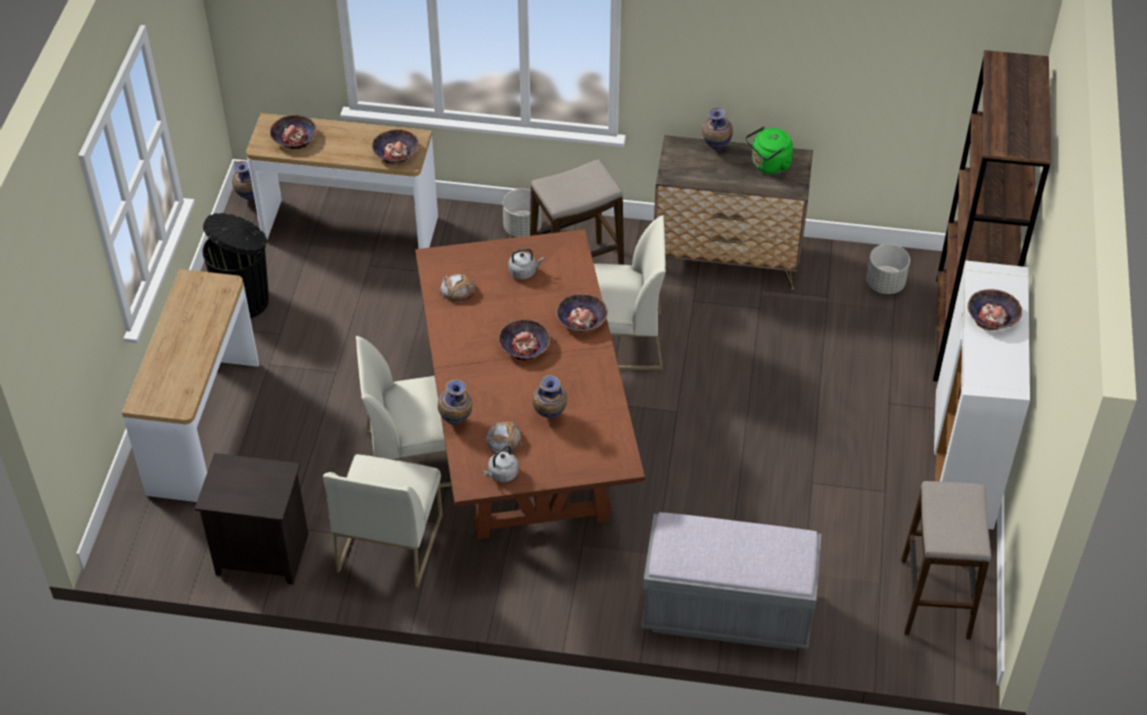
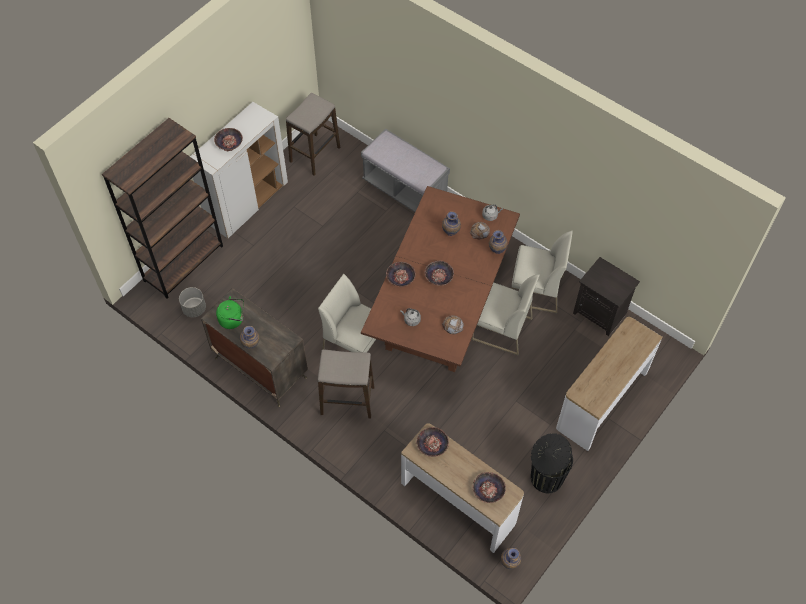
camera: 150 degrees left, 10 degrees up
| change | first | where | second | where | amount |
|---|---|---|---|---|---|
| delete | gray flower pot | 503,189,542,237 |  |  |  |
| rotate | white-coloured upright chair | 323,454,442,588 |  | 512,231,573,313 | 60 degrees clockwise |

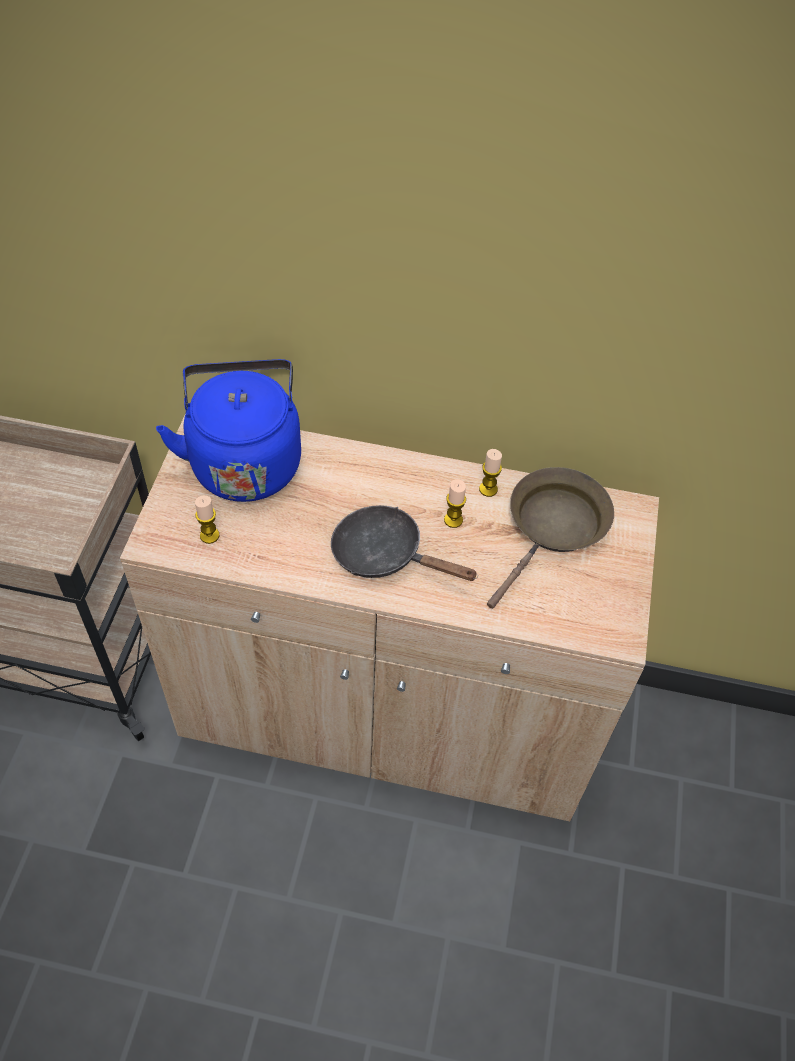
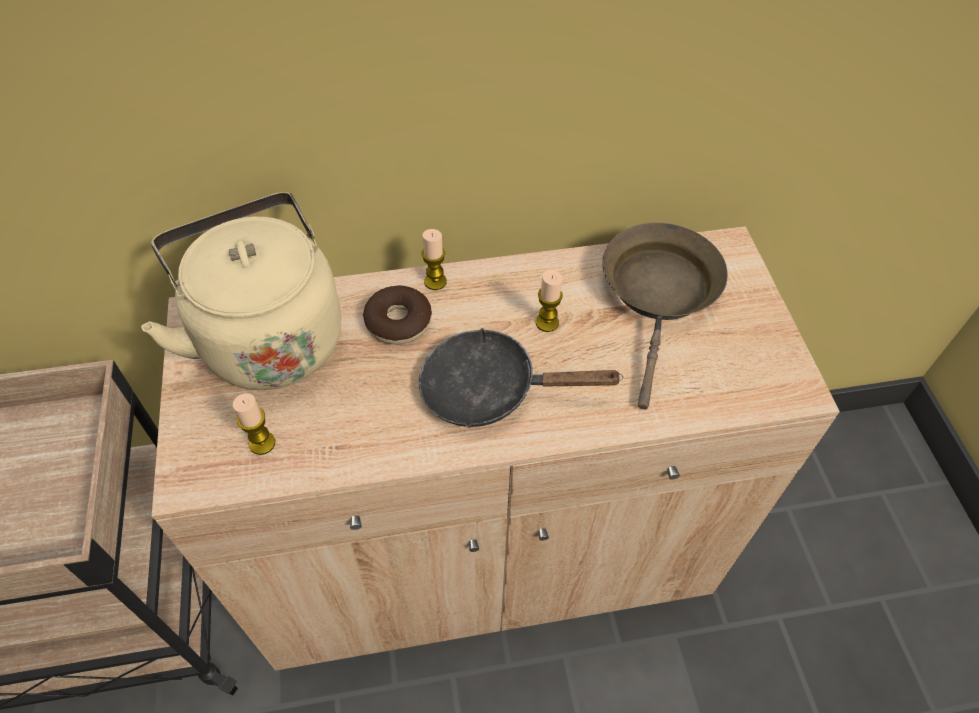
camera: 20 degrees left, 0 degrees up
| change | first | where | second | where | amount |
|---|---|---|---|---|---|
| insert |  |  | doughnut | 363,285,432,344 |  |
| move | wax light | 479,449,502,497 |  | 422,229,447,290 |  |
| recolor | blue water kettle | 156,359,301,502 | sand-coloured water kettle | 141,192,342,390 |  |

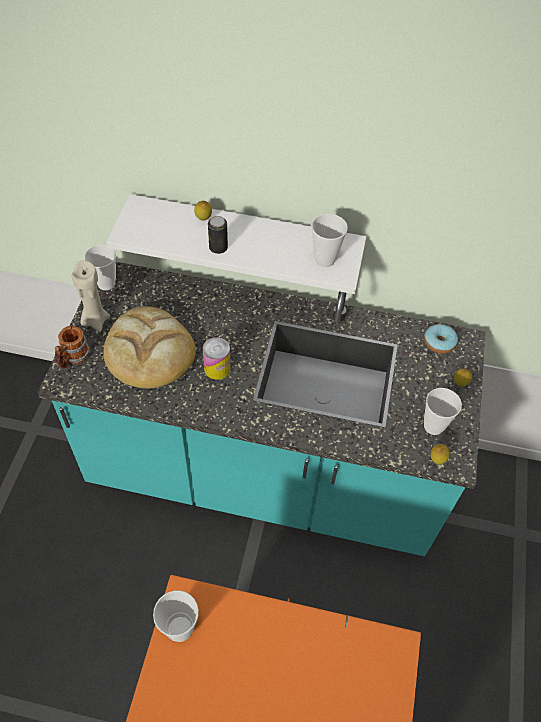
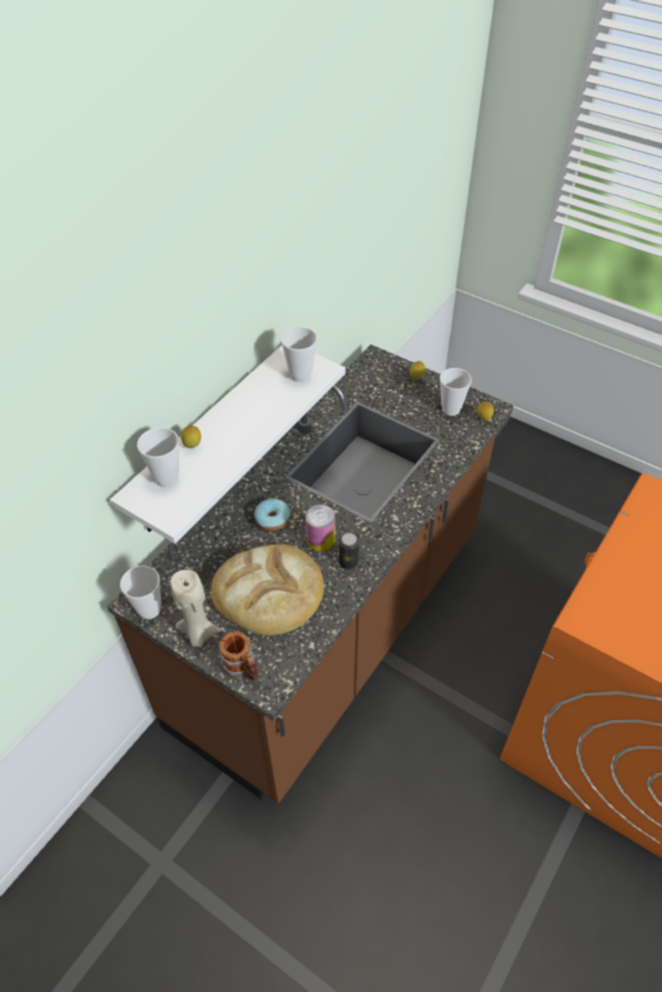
camera: 65 degrees left, 5 degrees down
| change | first | where | second | where | amount |
|---|---|---|---|---|---|
| move | small cup | 153,590,199,642 |  | 137,427,179,488 |  |
| move | sealed can | 208,216,228,254 |  | 339,533,359,569 |  |
| move | doughnut | 424,324,458,354 |  | 254,499,291,531 |  |
| recolor | blue-green counter | 37,262,485,556 | brown counter | 107,344,514,803 |  |

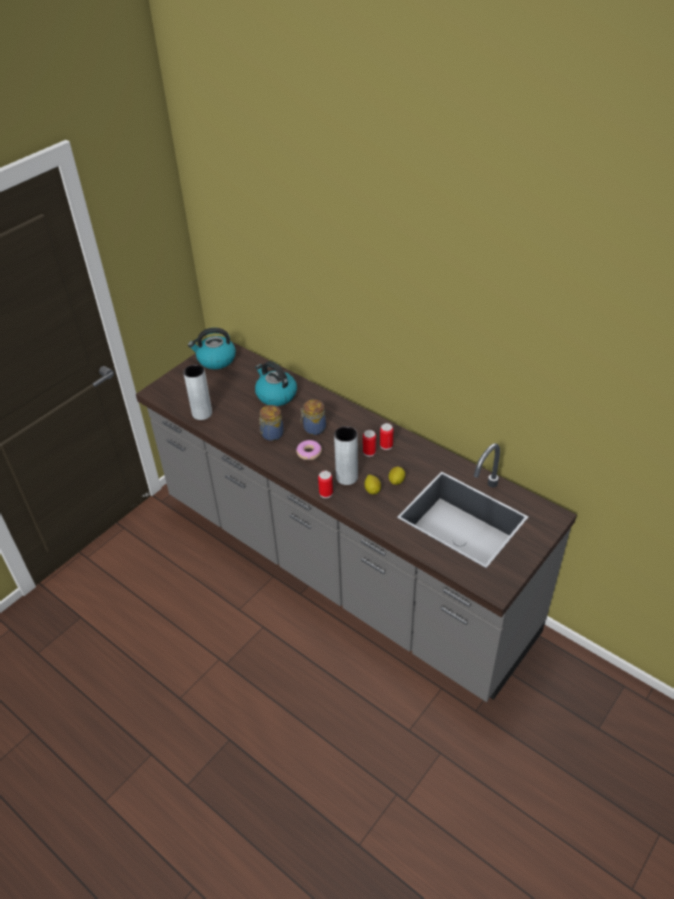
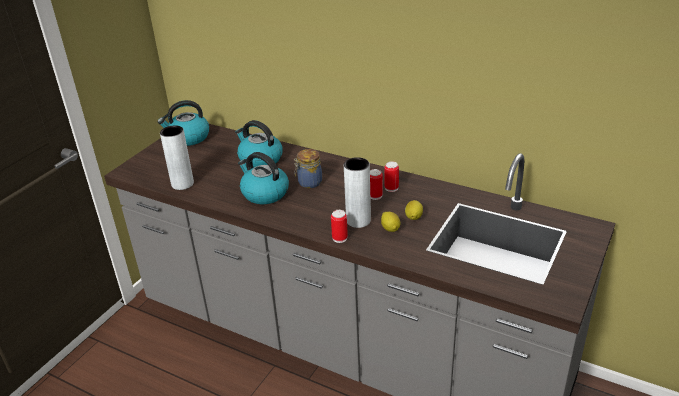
camera: 10 degrees left, 10 degrees down
| change | first | where | second | where | amount |
|---|---|---|---|---|---|
| delete | doughnut | 296,440,322,460 |  |  |  |
| replace | preserve jar | 259,405,284,441 | water kettle | 238,152,289,204 |  |

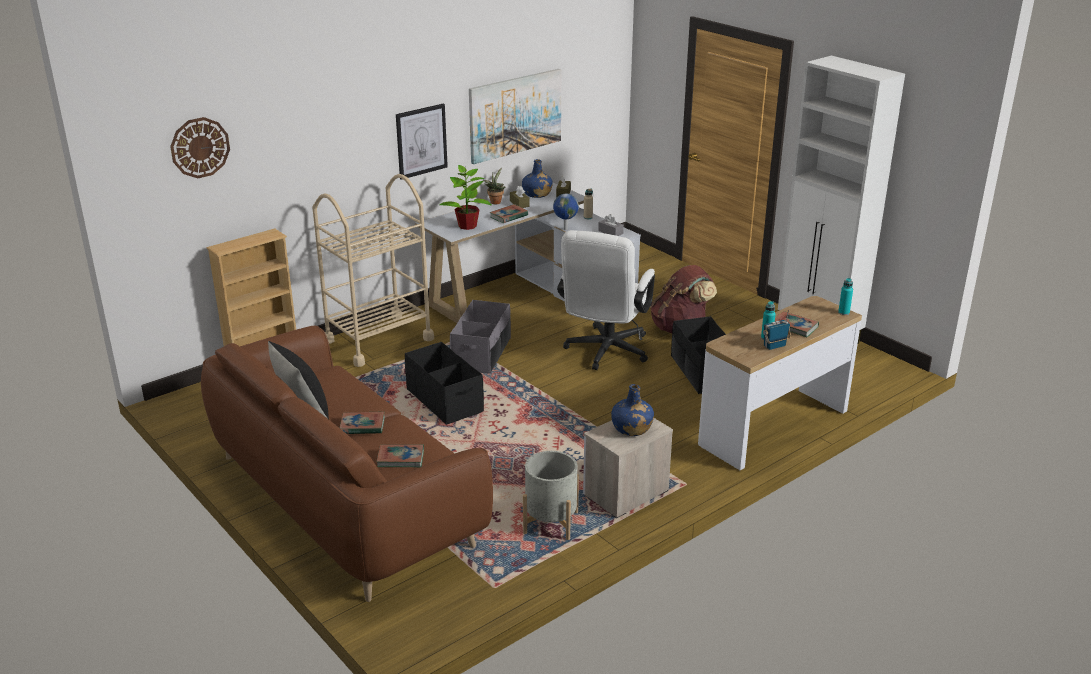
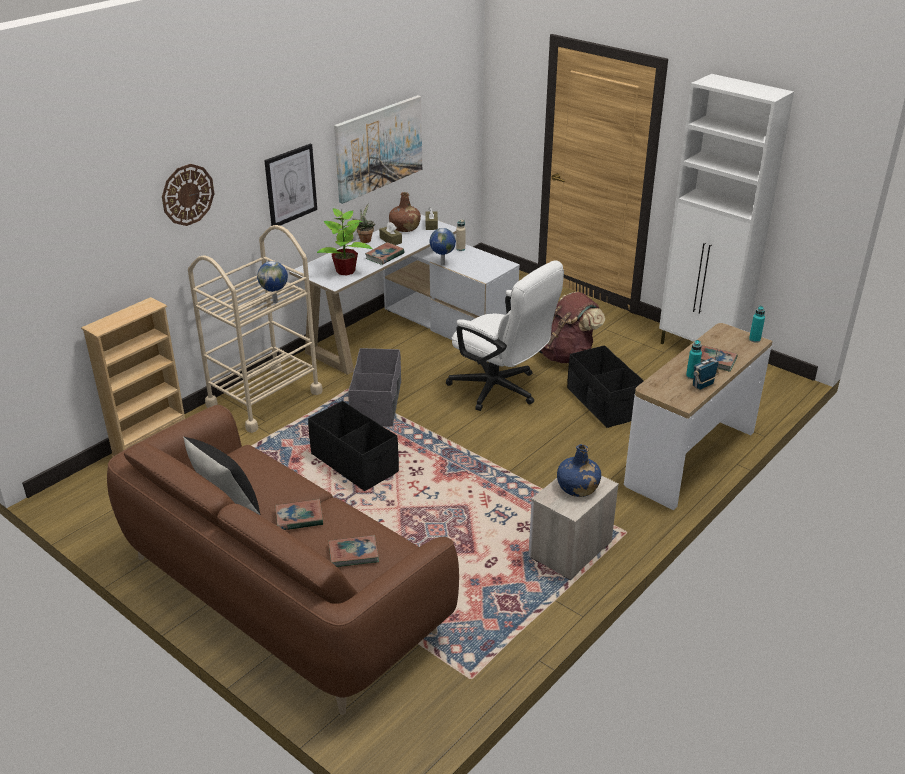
camera: 10 degrees left, 5 degrees up
| change | first | where | second | where | amount |
|---|---|---|---|---|---|
| delete | gray flower pot | 523,451,579,540 |  |  |  |
| delete | gray tissue holder | 598,214,624,236 |  |  |  |
| insert |  |  | world globe | 257,261,288,303 |  |
| move | hanging clock | 170,117,230,178 |  | 162,164,214,226 |  |
| recolor | blue beverage bottle | 522,159,553,198 | brown beverage bottle | 389,192,421,232 |  |
| rotate | white-coloured office chair | 557,230,655,370 |  | 446,260,564,411 | 60 degrees counterclockwise |

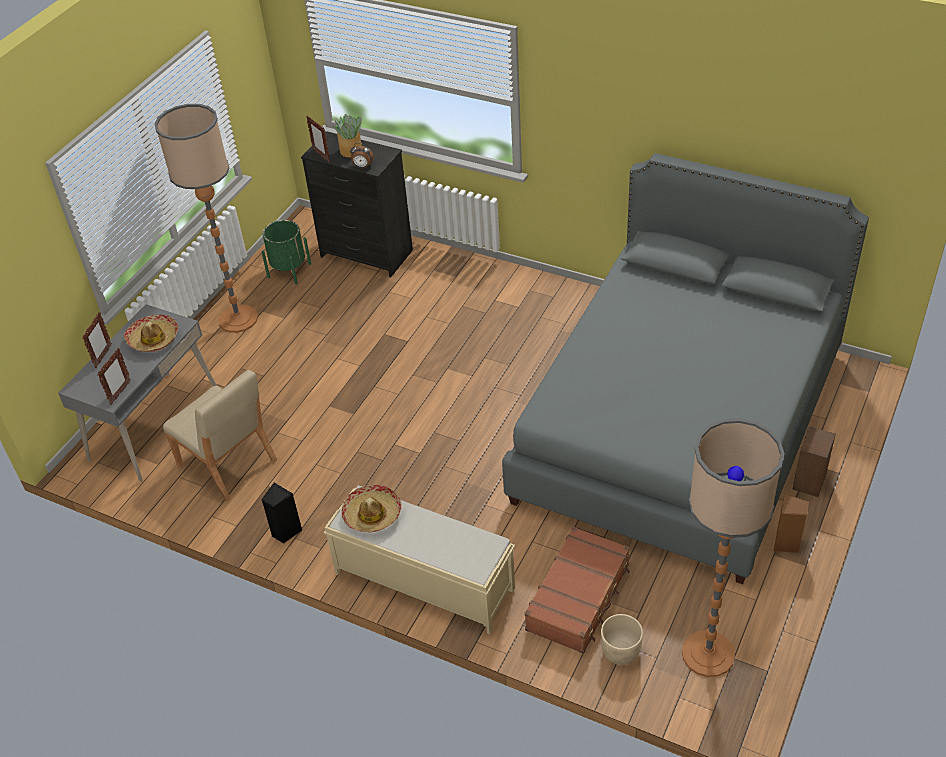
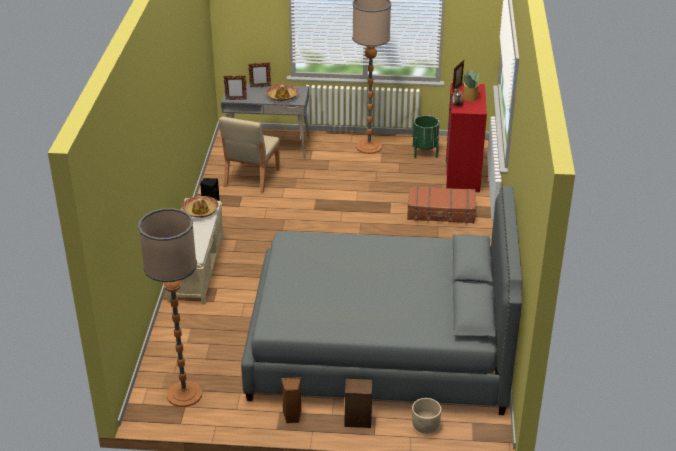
camera: 65 degrees right, 10 degrees down
| change | first | where | second | where | amount |
|---|---|---|---|---|---|
| move | brown travel case | 524,526,630,654 |  | 407,186,476,223 |  |
| move | sand-coloured flower pot | 601,614,643,665 |  | 412,398,441,434 |  |
| recolor | black-coloured chest of drawers | 301,131,413,277 | reddish chest of drawers | 446,83,487,192 |  |

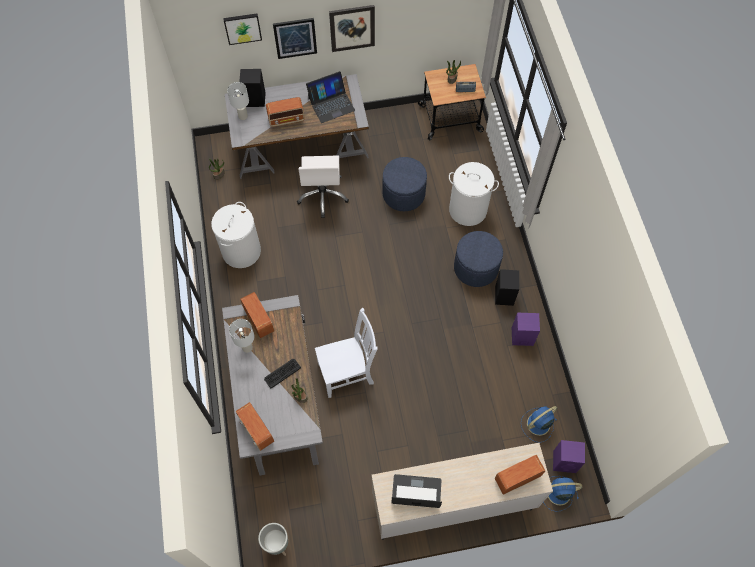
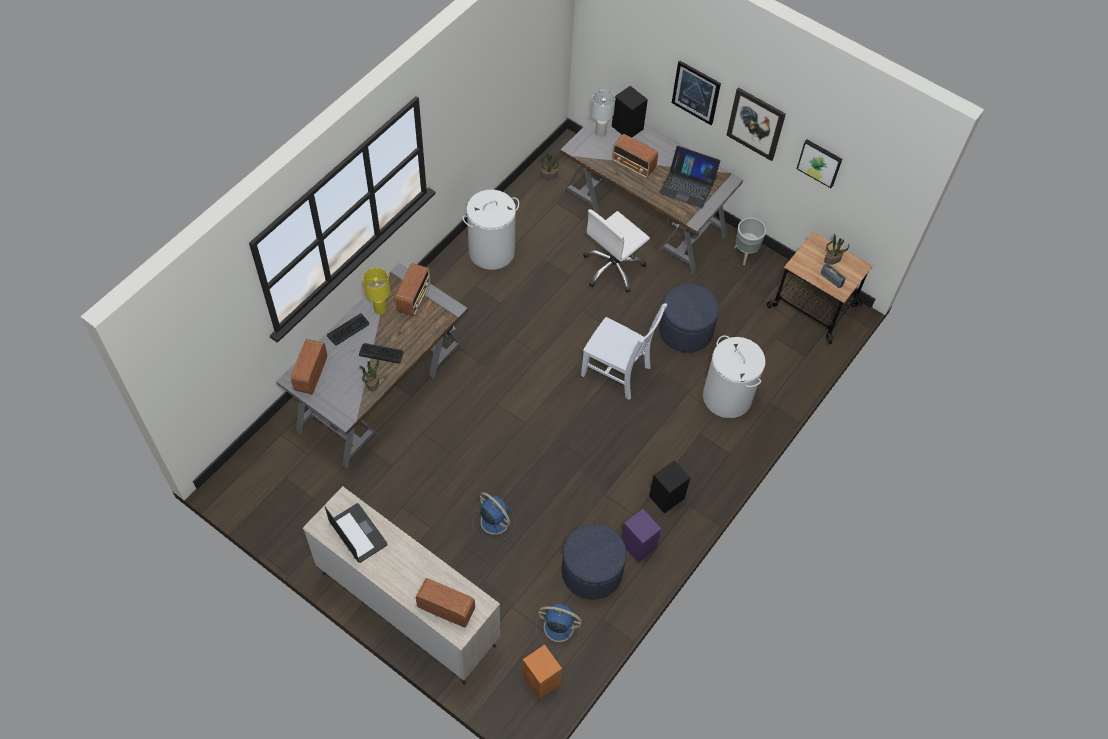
camera: 45 degrees right, 5 degrees down
| change | first | where | second | where | amount |
|---|---|---|---|---|---|
| insert |  |  | PC keyboard | 327,313,369,345 |  |
| move | wall picture | 223,14,262,45 |  | 796,140,842,188 |  |
| move | gray flower pot | 258,523,288,556 |  | 734,218,766,265 |  |
| move | white-coloured upright chair | 315,308,378,398 |  | 581,303,667,400 |  |
| move | blue pouffe | 454,231,503,287 |  | 561,524,626,600 |  |
| move | blue electric fan | 543,476,582,512 |  | 472,492,516,541 |  |
| recolor | white-coloured tabletop lamp | 229,319,254,353 | yellow tabletop lamp | 363,268,390,315 |  |
| recolor | purple loudspeaker | 553,440,585,473 | orangey loudspeaker | 522,644,562,699 |  |

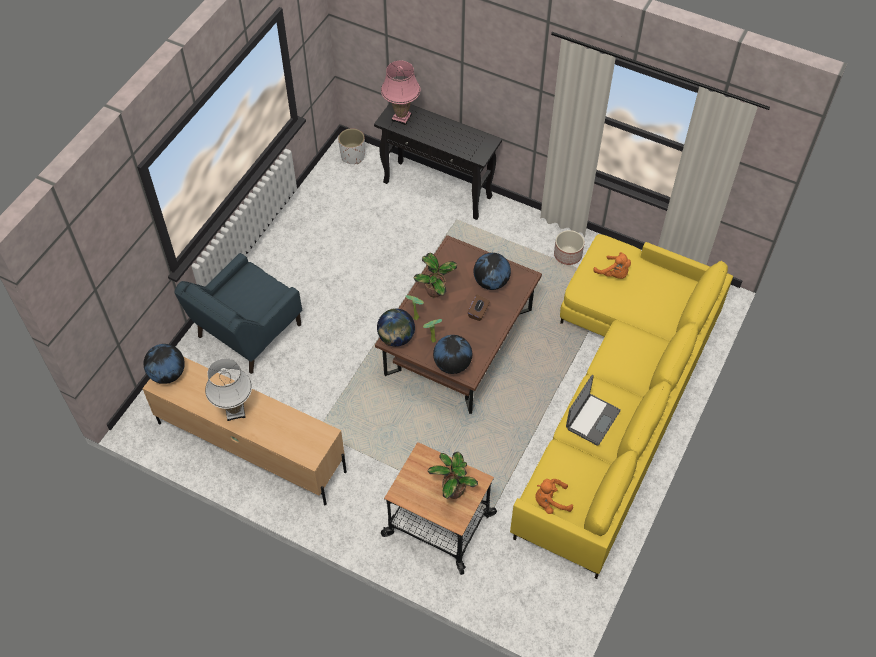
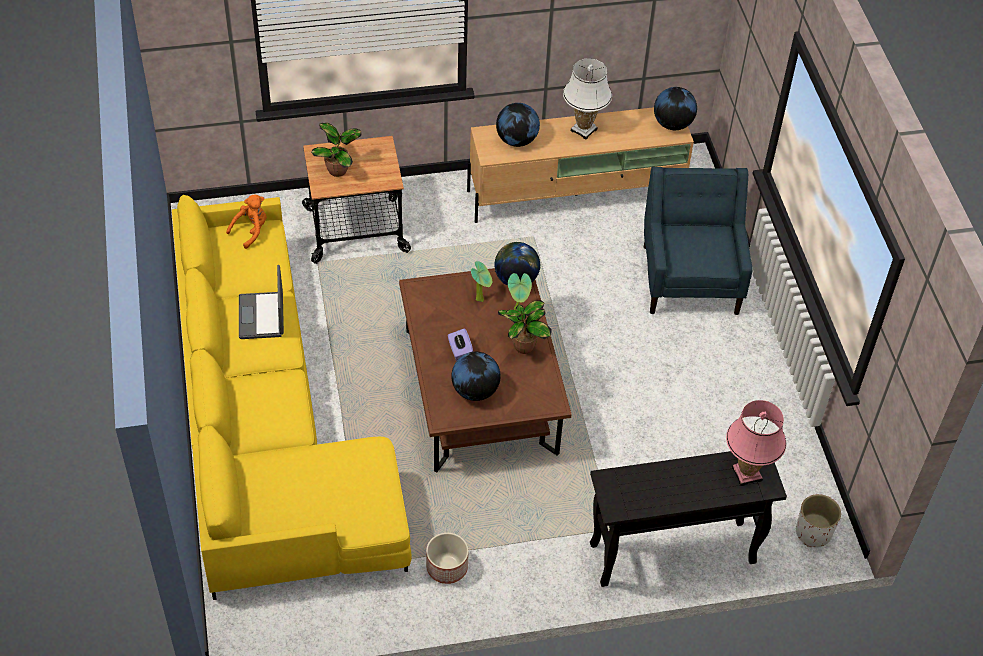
camera: 140 degrees right, 5 degrees down
| change | first | where | second | where | amount |
|---|---|---|---|---|---|
| delete | orangey plush toy | 593,252,631,279 |  |  |  |
| move | world globe | 433,335,472,374 |  | 496,103,540,147 |  |
| recolor | brown tissue holder | 468,295,490,321 | purple tissue holder | 448,328,473,361 |  |

